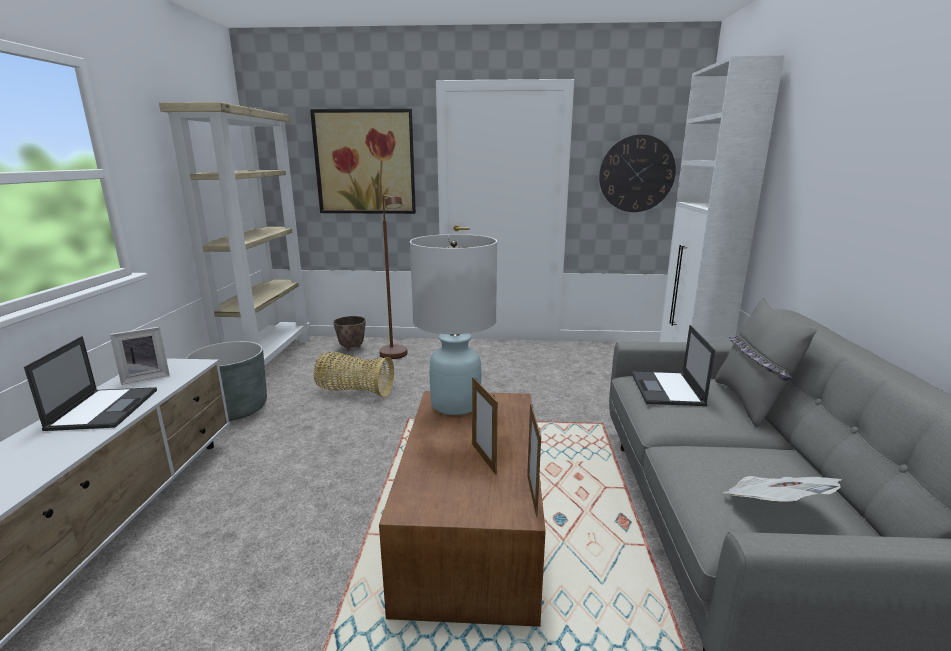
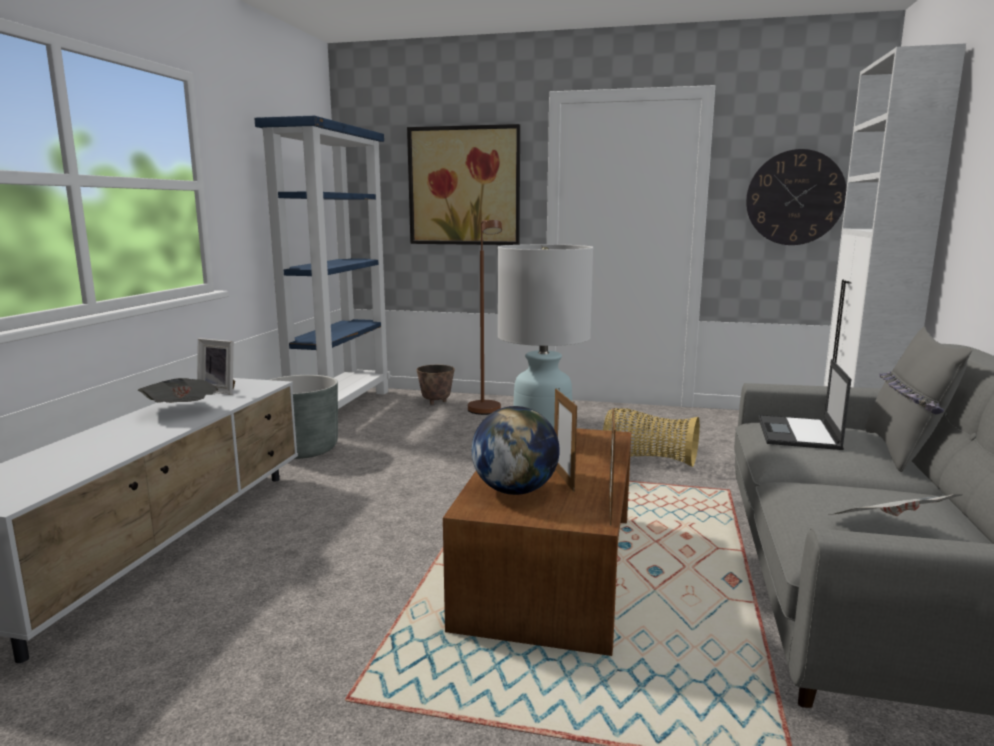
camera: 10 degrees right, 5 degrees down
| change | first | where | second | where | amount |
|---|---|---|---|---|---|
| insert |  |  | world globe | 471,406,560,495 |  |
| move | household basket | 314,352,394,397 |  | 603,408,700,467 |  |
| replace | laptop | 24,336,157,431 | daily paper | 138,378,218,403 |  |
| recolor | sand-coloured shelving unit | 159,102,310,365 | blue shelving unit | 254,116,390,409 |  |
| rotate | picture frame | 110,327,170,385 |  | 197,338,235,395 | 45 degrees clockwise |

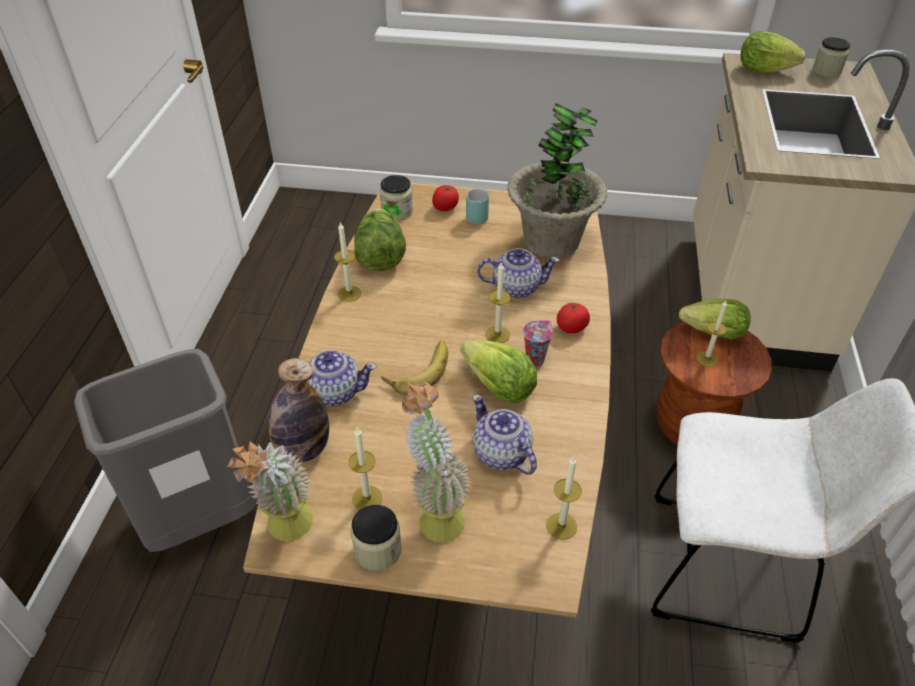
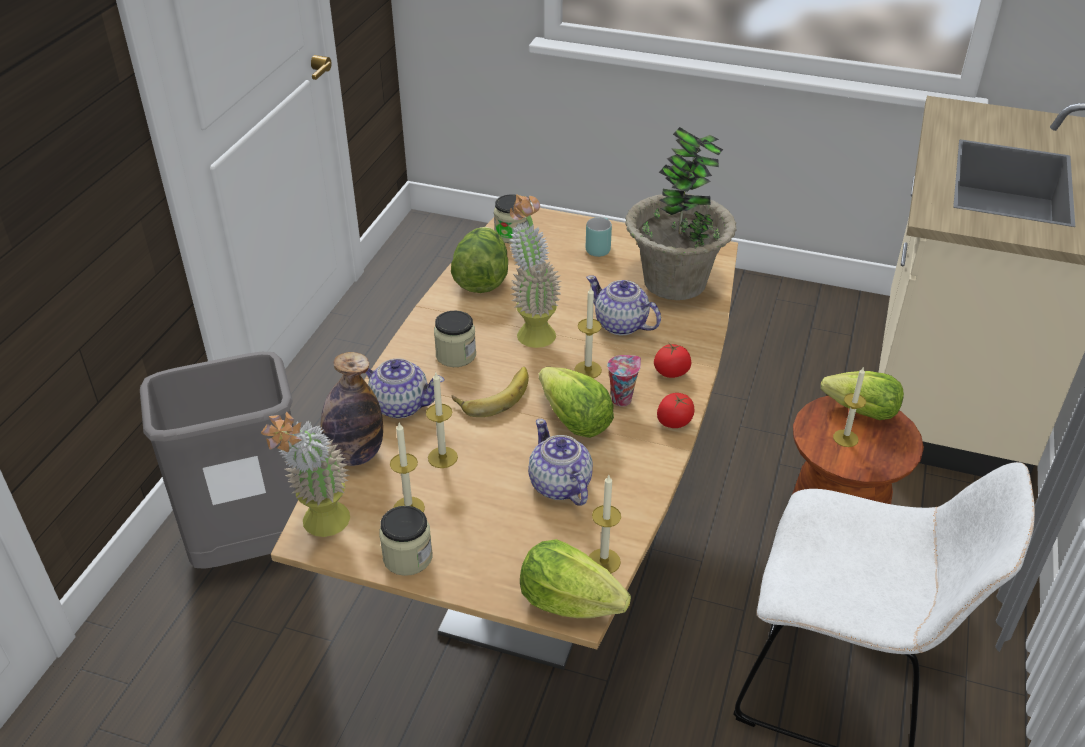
camera: 10 degrees right, 5 degrees down
| change | first | where | second | where | amount |
|---|---|---|---|---|---|
| move | wax light | 334,222,361,302 |  | 426,373,458,468 |  |
| move | houseplant | 402,382,471,543 |  | 509,194,562,348 |  |
| move | fresh tomato | 432,185,459,211 |  | 657,393,694,428 |  |
| move | lettuce head | 741,31,806,73 |  | 520,539,631,618 |  |
| move | preserve jar | 812,37,850,78 |  | 434,311,476,367 |  |
| rotate | pot for tea | 477,248,560,298 |  | 586,275,661,335 | 150 degrees counterclockwise |

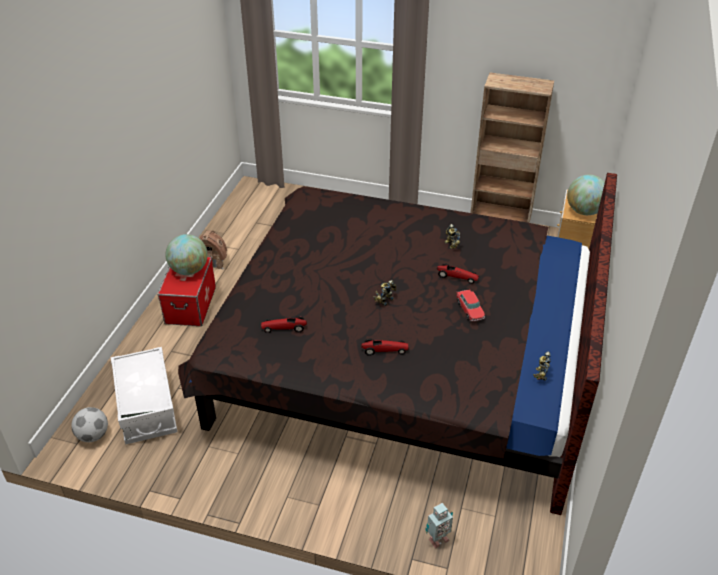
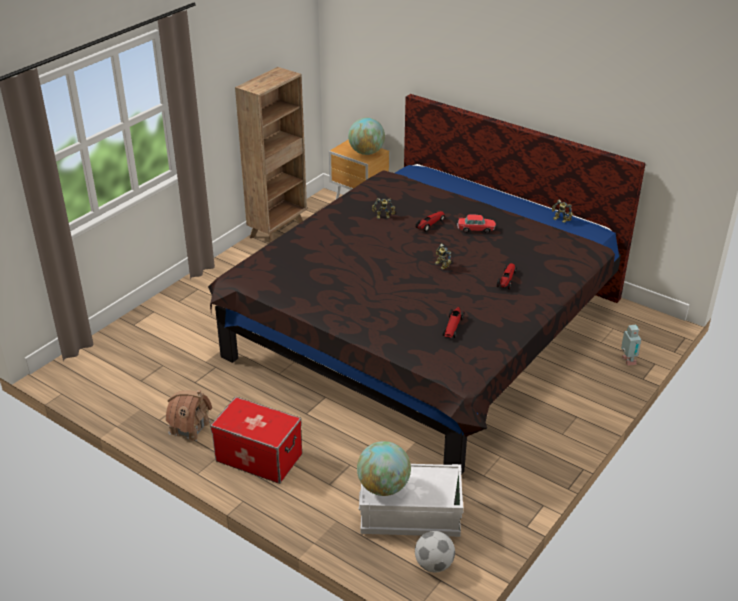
camera: 70 degrees left, 5 degrees down
| change | first | where | second | where | amount |
|---|---|---|---|---|---|
| move | world globe | 165,234,207,275 |  | 357,441,411,496 |  |

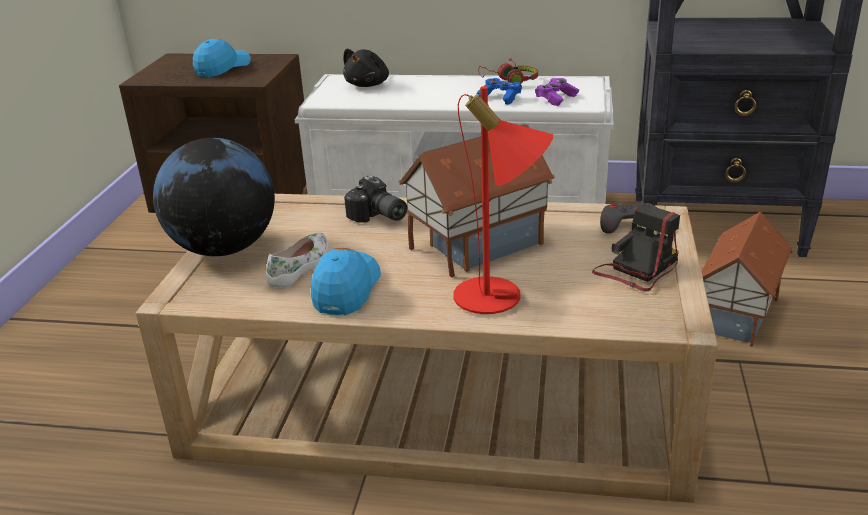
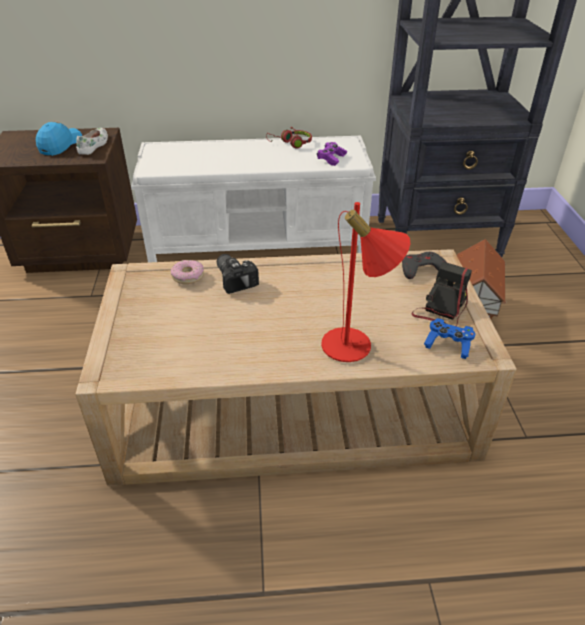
camera: 15 degrees left, 10 degrees up
| change | first | where | second | where | amount |
|---|---|---|---|---|---|
| delete | world globe | 153,138,275,256 |  |  |  |
| delete | blue peaked cap | 311,248,381,315 |  |  |  |
| delete | black-coloured plush toy | 343,49,389,87 |  |  |  |
| delete | miniature house | 398,124,555,277 |  |  |  |
| insert |  |  | doughnut | 171,260,204,284 |  |
| move | white-coloured low shoe | 266,232,328,288 |  | 76,128,108,155 |  |
| move | blue gamepad | 477,78,522,105 |  | 424,318,475,359 |  |
| rotate | photo camera | 344,175,407,223 |  | 217,254,259,294 | 150 degrees counterclockwise |

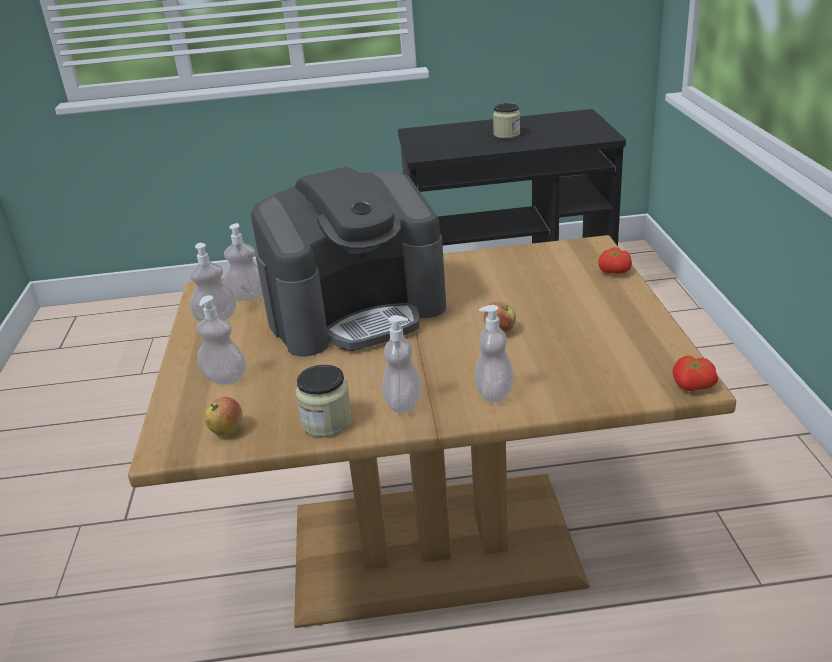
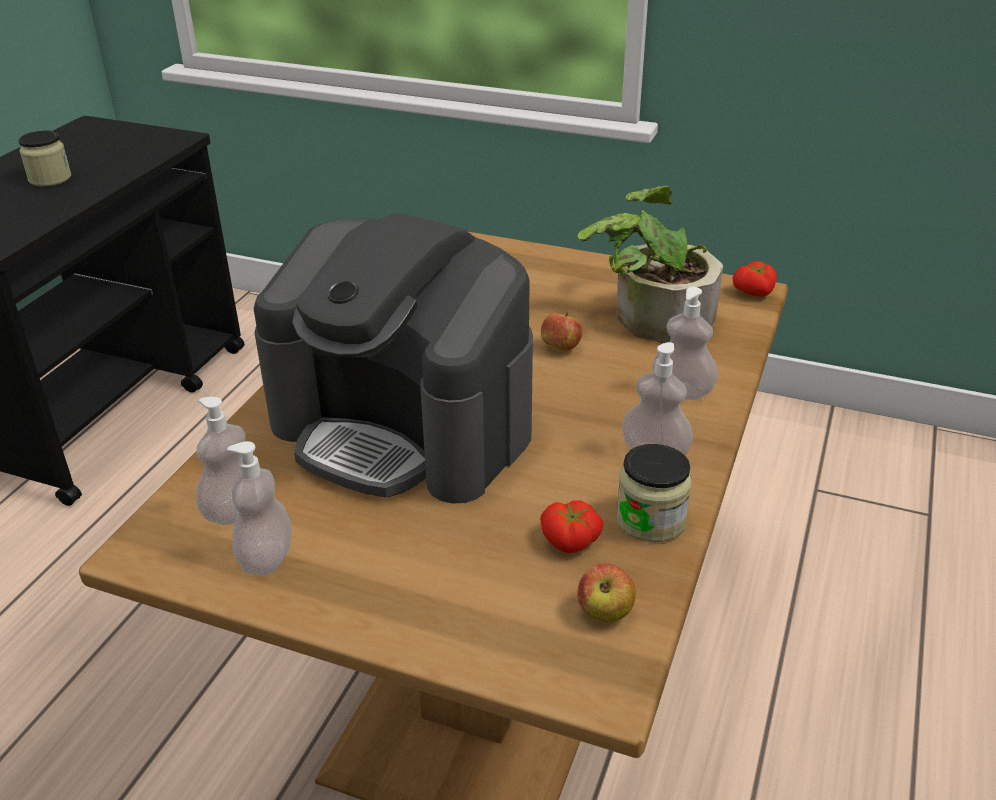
camera: 65 degrees left, 5 degrees up
| change | first | where | second | where | amount |
|---|---|---|---|---|---|
| delete | liquid soap bottle | 197,295,246,384 |  |  |  |
| insert |  |  | houseplant | 578,186,723,343 |  |
| move | fresh tomato | 598,247,632,274 |  | 540,500,604,553 |  |
| rotate | coffee brewer | 251,167,446,356 |  | 254,213,533,504 | 120 degrees clockwise |

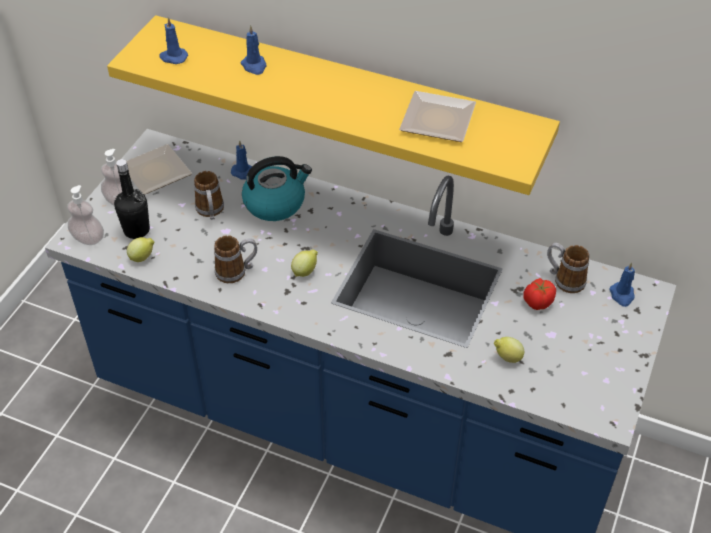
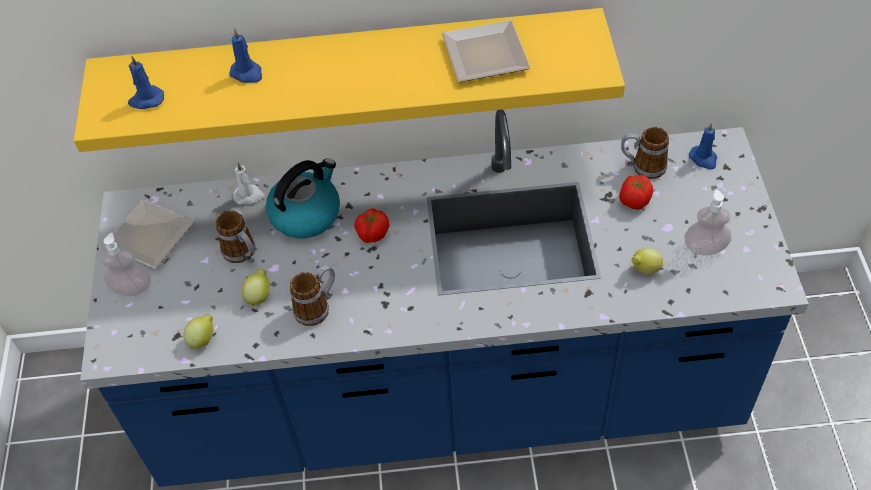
camera: 25 degrees left, 5 degrees up
| change | first | where | second | where | amount |
|---|---|---|---|---|---|
| delete | black-coloured beverage bottle | 114,159,150,239 |  |  |  |
| insert |  |  | fresh tomato | 354,208,390,243 |  |
| move | liquid soap bottle | 67,185,104,245 |  | 684,190,731,256 |  |
| move | lemon | 291,249,318,277 |  | 242,269,270,307 |  |
| recolor | blue wax light | 231,140,252,180 | white-coloured wax light | 233,162,265,204 |  |

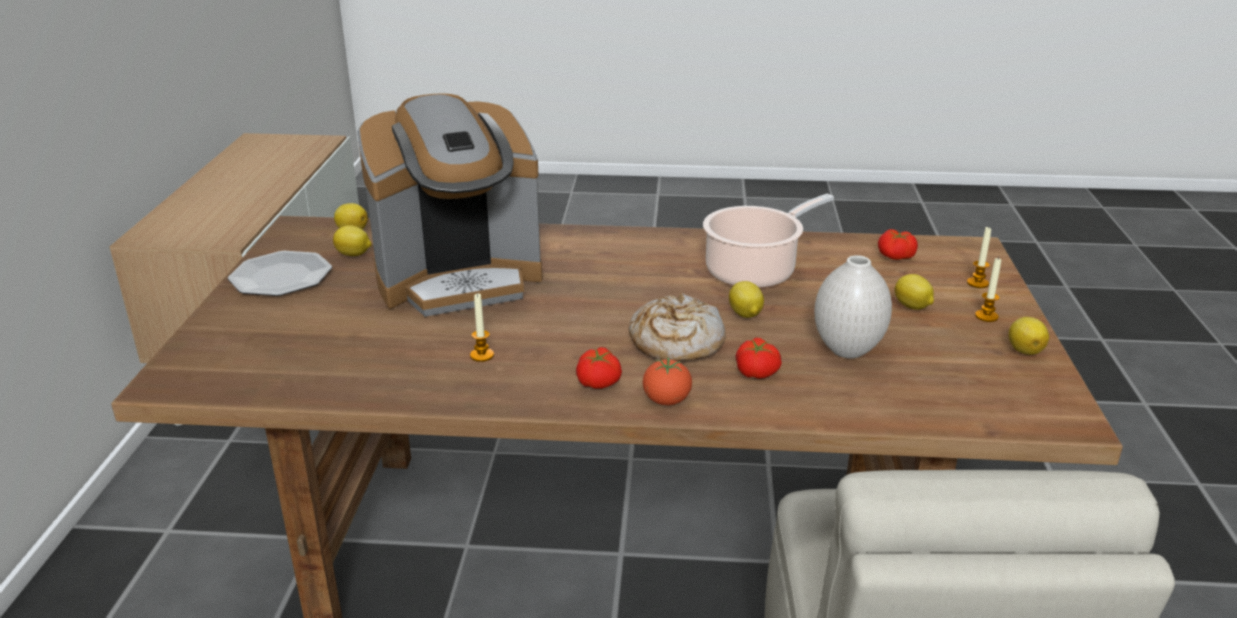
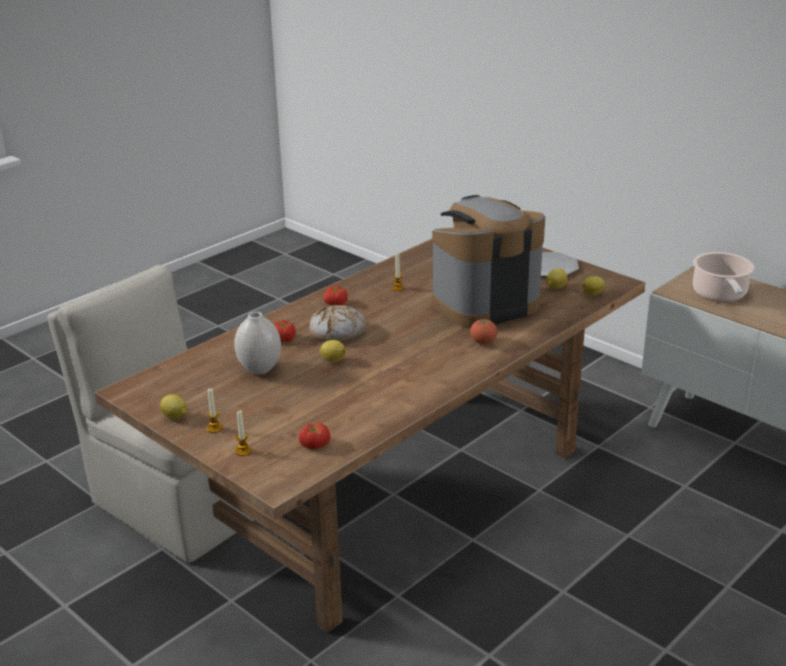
camera: 130 degrees right, 0 degrees up
| change | first | where | second | where | amount |
|---|---|---|---|---|---|
| delete | lemon | 895,274,934,310 |  |  |  |
| move | fresh tomato | 643,358,692,406 |  | 470,319,497,344 |  |
| move | stockpot | 703,194,834,288 |  | 693,252,754,302 |  |
| rotate | coffee brewer | 357,93,543,317 |  | 432,195,545,328 | 45 degrees clockwise |

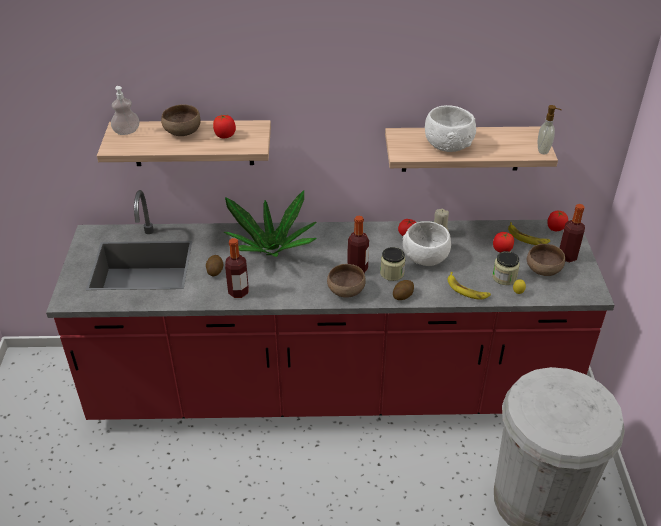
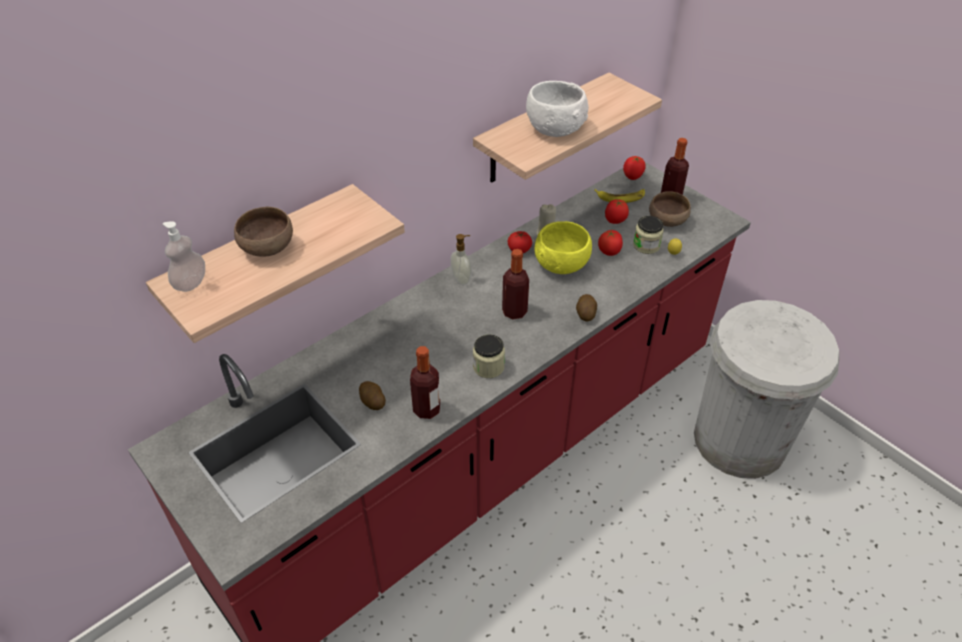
camera: 40 degrees left, 5 degrees up
| change | first | where | second | where | amount |
|---|---|---|---|---|---|
| delete | houseplant | 224,190,317,257 |  |  |  |
| delete | brown bowl | 327,264,366,298 |  |  |  |
| delete | banana fruit | 447,272,491,300 |  |  |  |
| move | fresh tomato | 213,114,236,139 |  | 598,230,623,256 |  |
| move | preserve jar | 380,247,405,281 |  | 473,334,505,378 |  |
| move | liquid soap bottle | 537,105,562,154 |  | 450,234,472,285 |  |
| recolor | white-coloured bowl | 402,221,451,266 | yellow bowl | 534,221,592,274 |  |

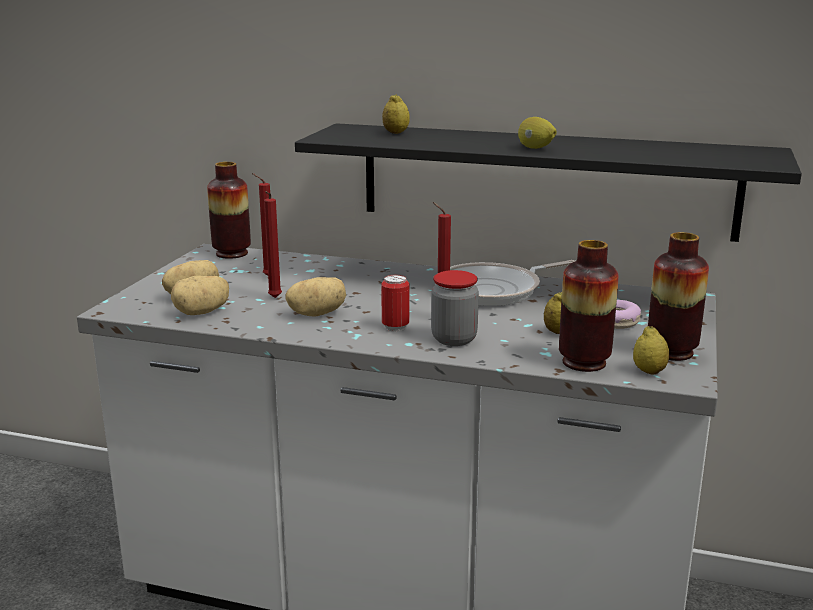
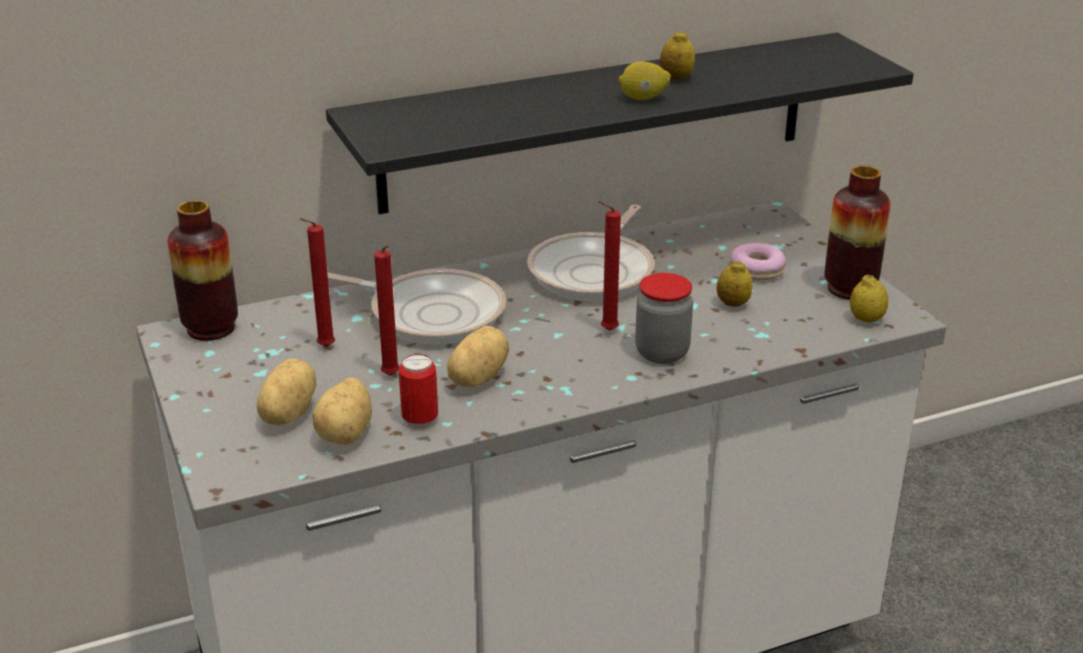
camera: 40 degrees left, 10 degrees up
| change | first | where | second | where | amount |
|---|---|---|---|---|---|
| delete | decorative vase | 559,240,619,372 |  |  |  |
| insert |  |  | frying pan | 327,269,506,344 |  |
| move | sealed can | 381,275,409,332 |  | 399,354,438,428 |  |
| move | lemon | 382,94,410,134 |  | 660,31,695,80 |  |

